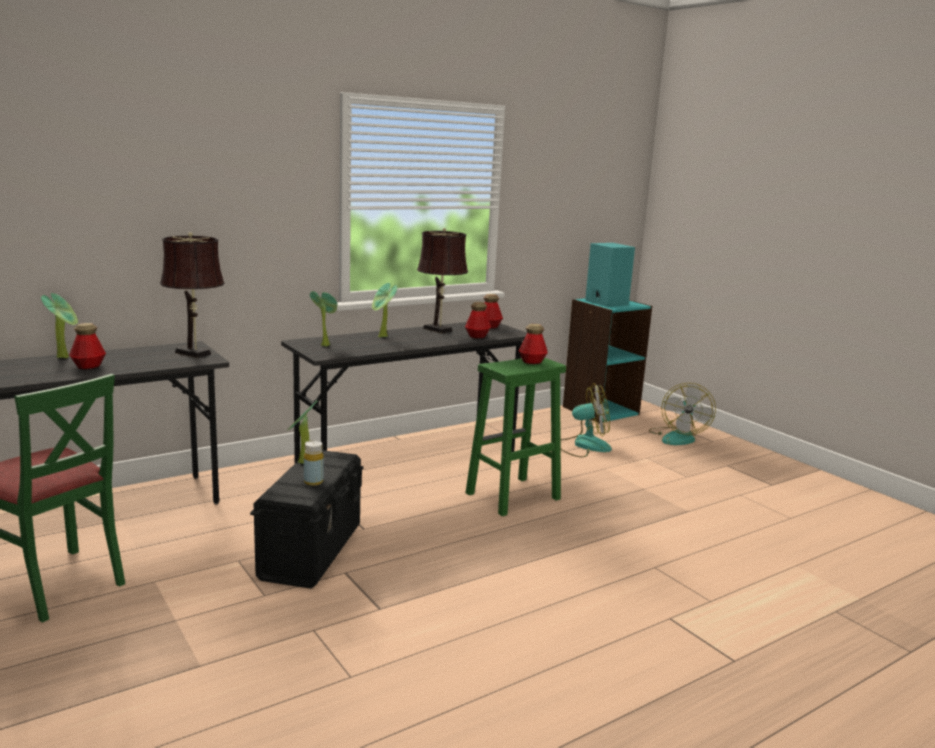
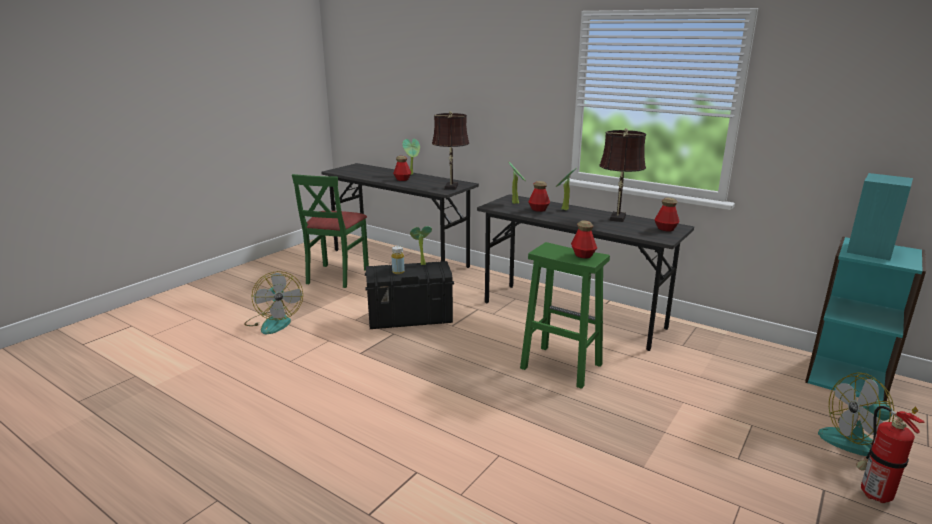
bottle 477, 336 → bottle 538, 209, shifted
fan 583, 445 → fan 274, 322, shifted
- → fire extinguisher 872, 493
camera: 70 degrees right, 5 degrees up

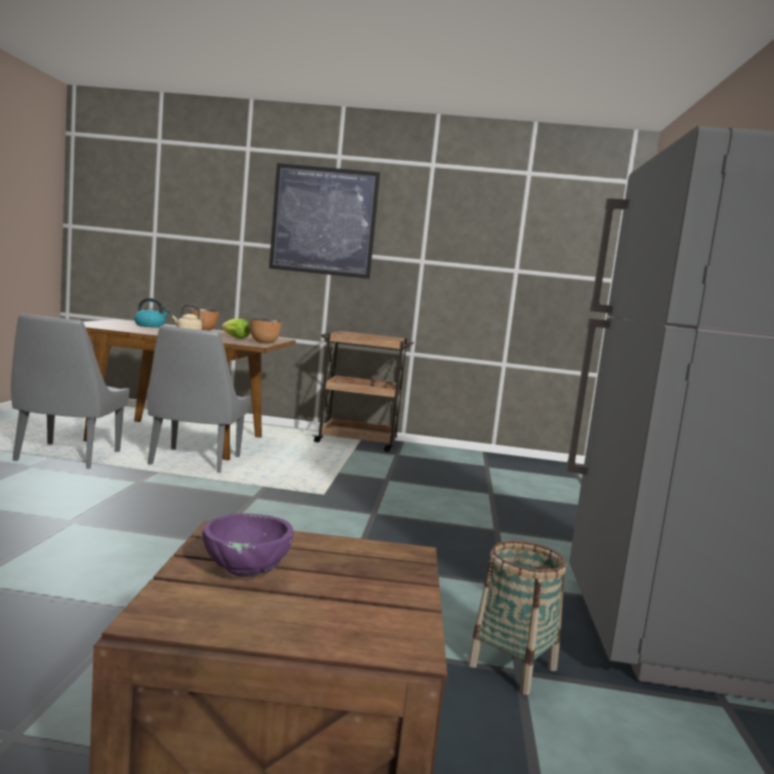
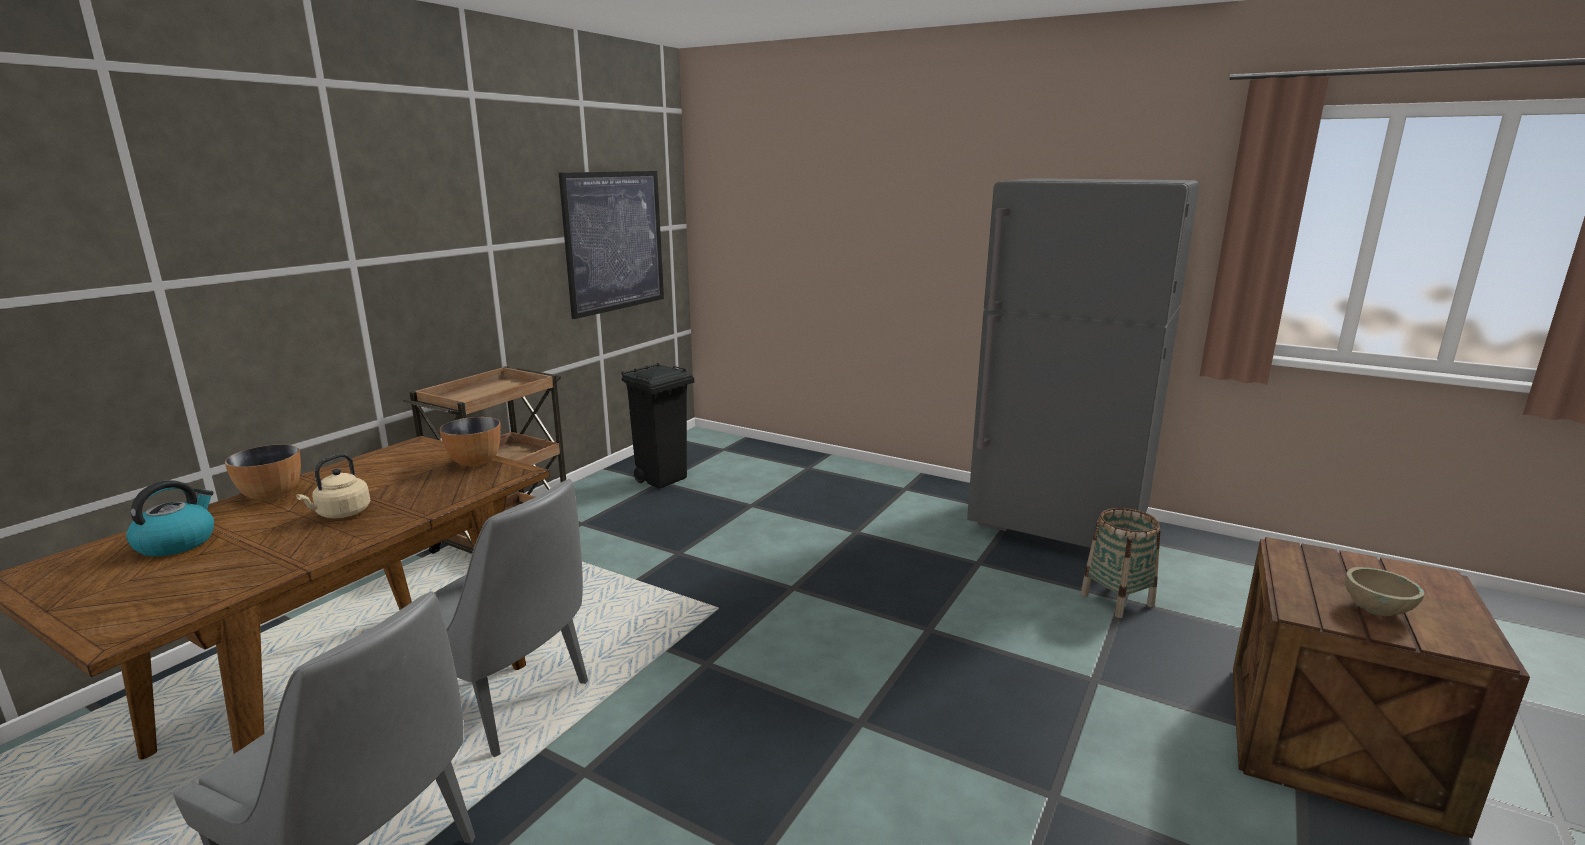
purple bowl 244, 572 → beige bowl 1376, 611
lettuce 234, 338 → -
picture 323, 221 → picture 614, 241, shifted
- → black trash can 663, 479
camera: 65 degrees left, 10 degrees up

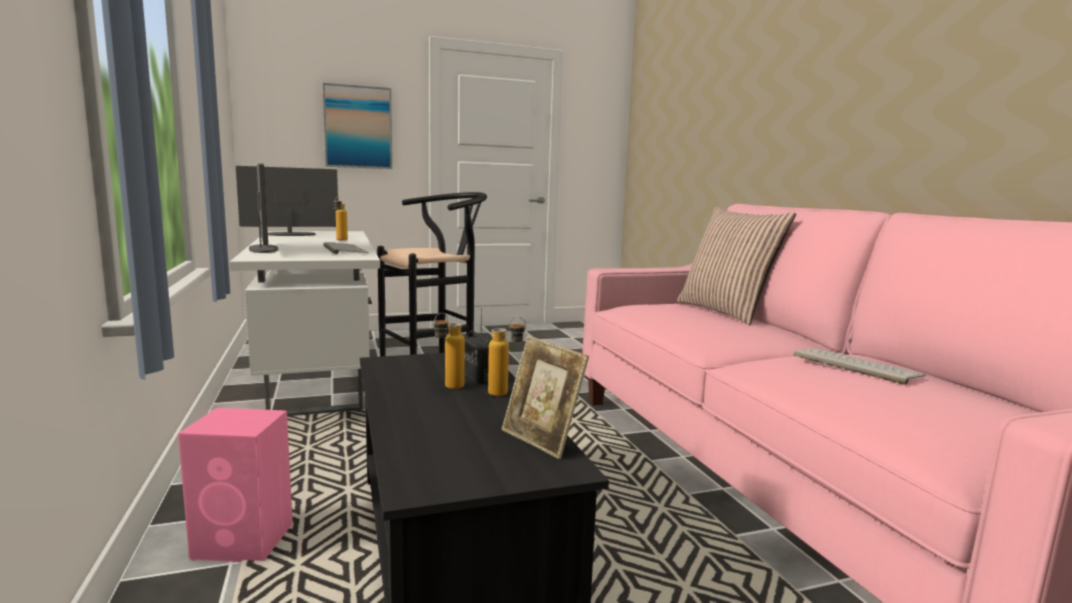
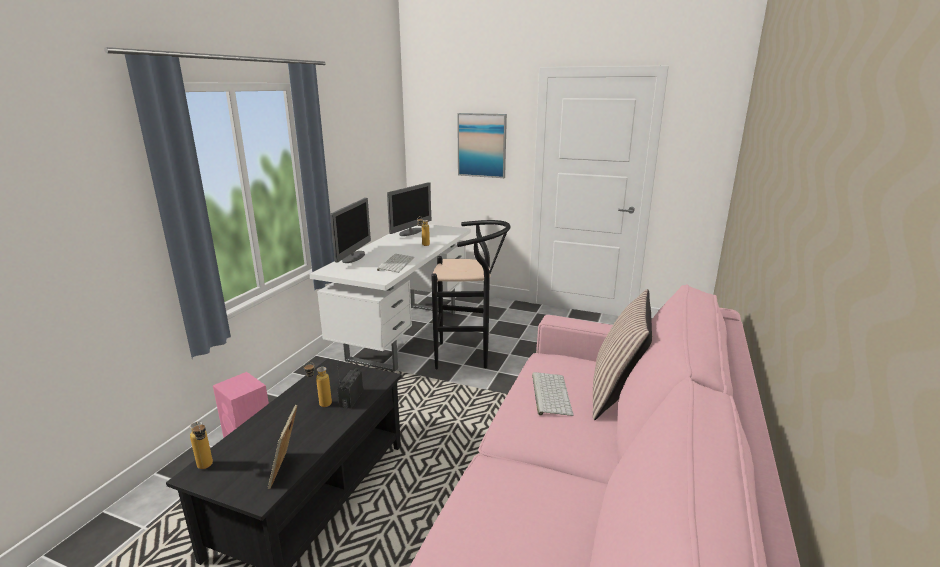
monitor 290, 235 → monitor 411, 232, 105 degrees clockwise
bottle 506, 394 → bottle 206, 468, shifted
keyboard 854, 366 → keyboard 549, 393, shifted
camera: 40 degrees right, 10 degrees up

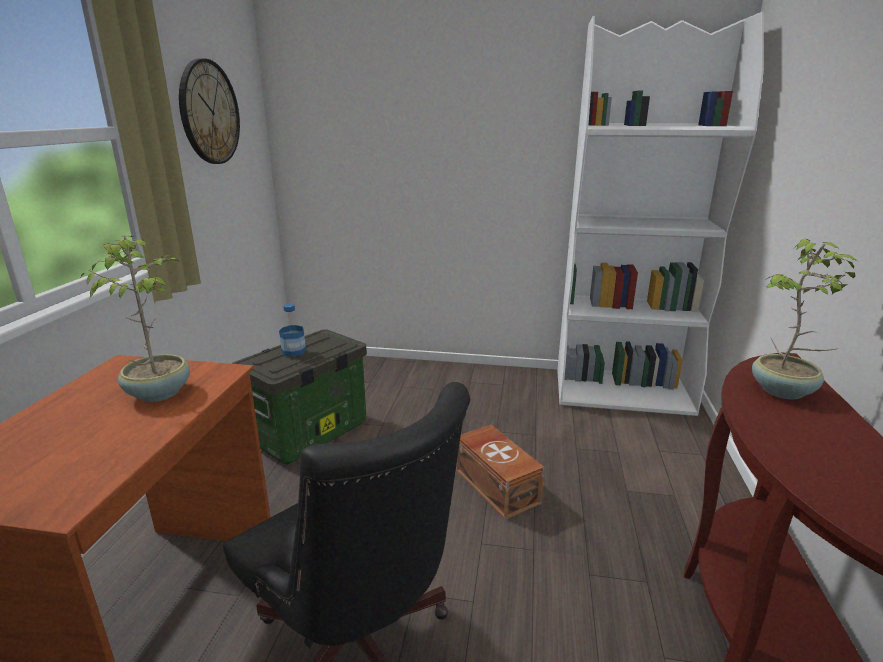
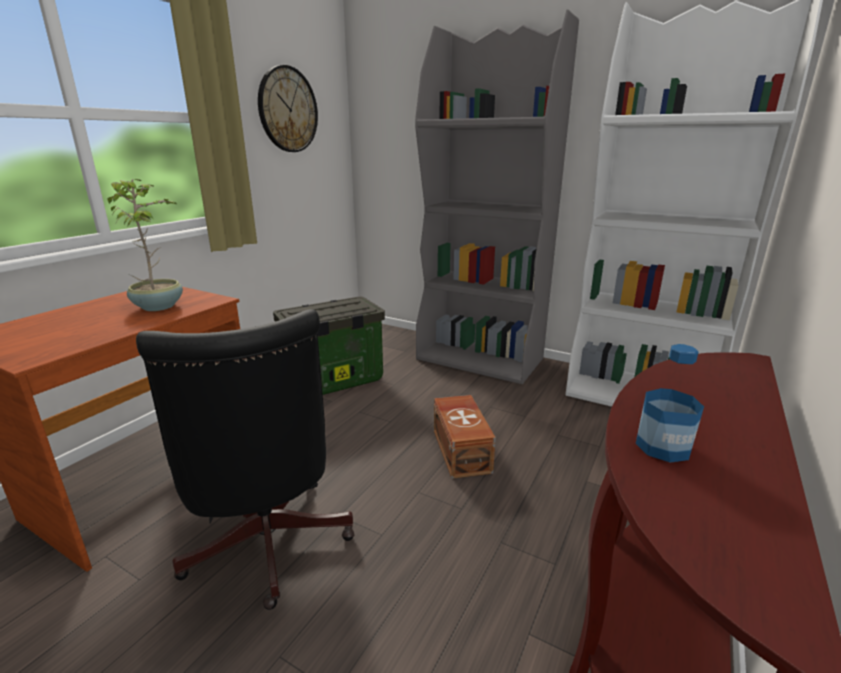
bottle 294, 351 → bottle 663, 446, shifted
potted plant 784, 391 → -
- → grey bookcase 481, 359
camera: 20 degrees right, 0 degrees up

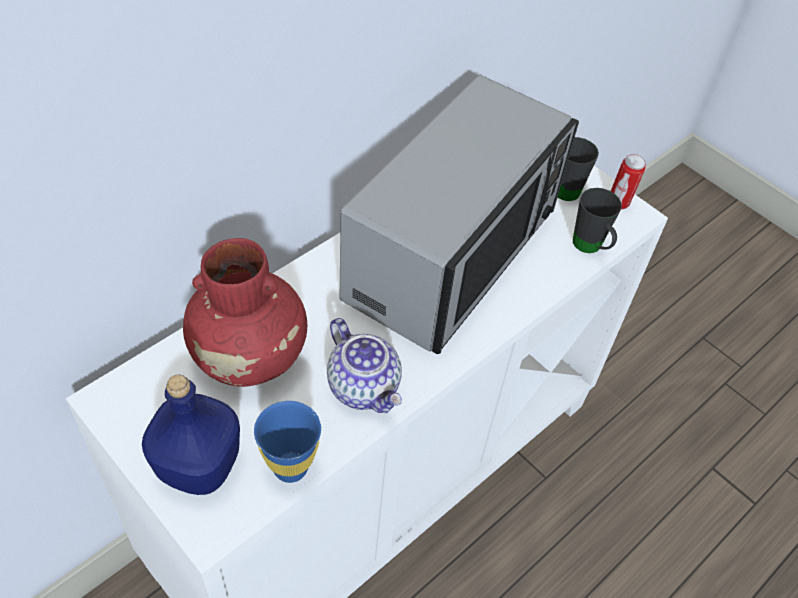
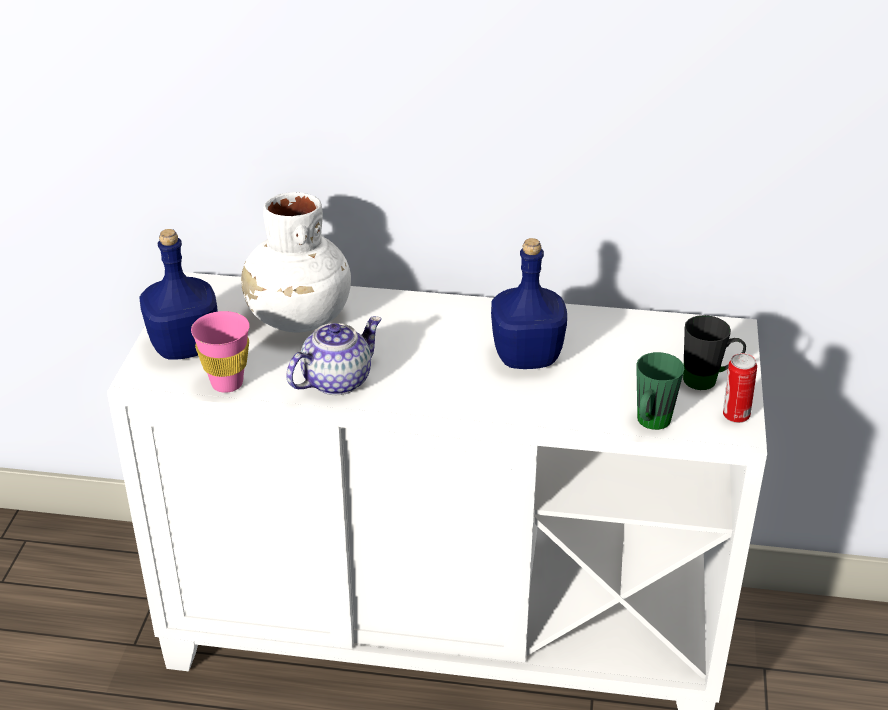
red vase 250, 356 → white vase 299, 318
blue cup 290, 467 → pink cup 227, 383
teapot 365, 387 → teapot 337, 380, 150 degrees counterclockwise
microwave 453, 254 → blue bottle 528, 356
black mug 590, 248 → green mug 650, 424
camera: 55 degrees right, 15 degrees down

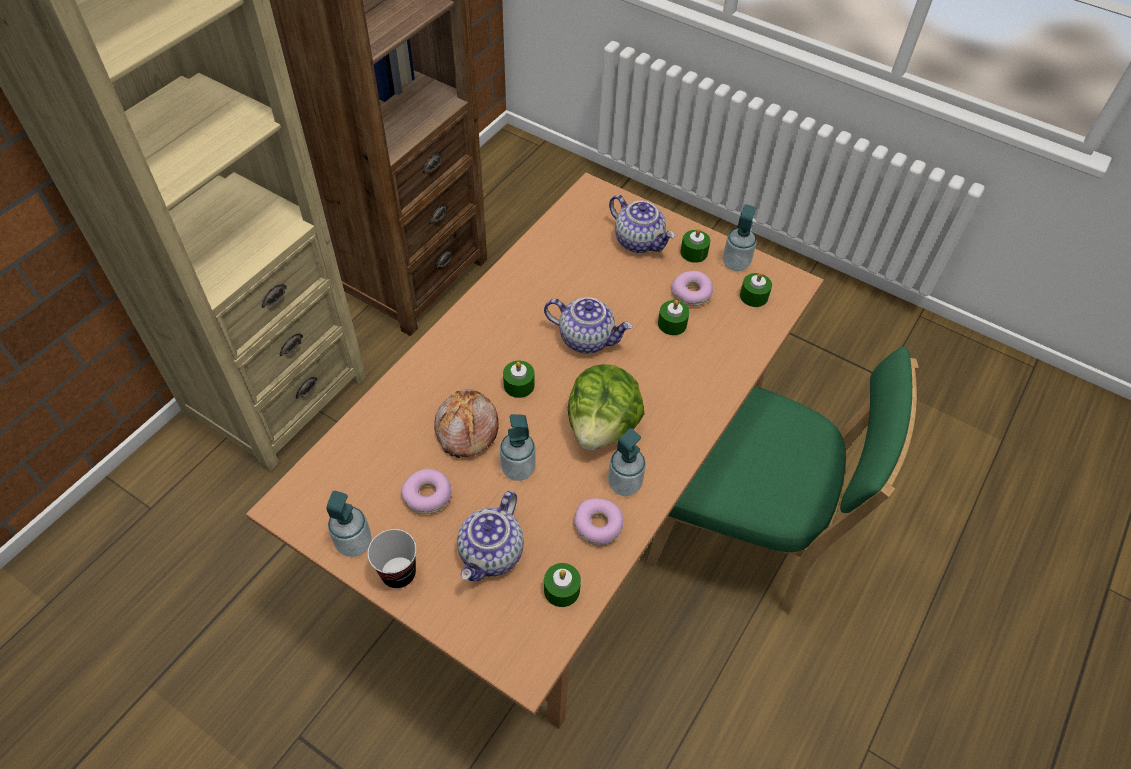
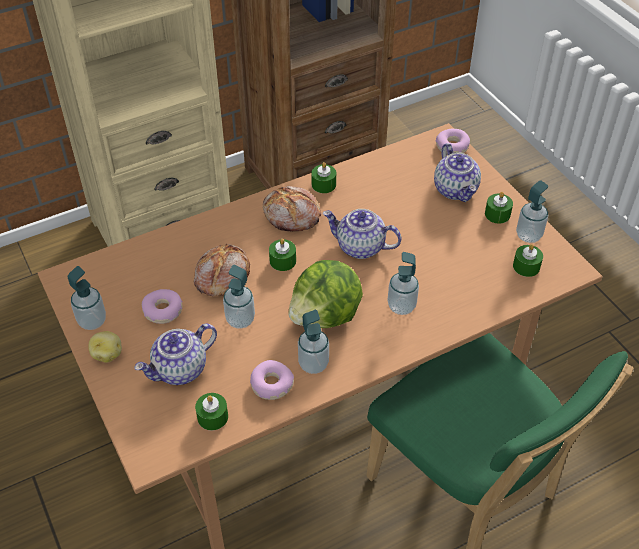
cup 398, 573 → potato 107, 354
teapot 587, 338 → teapot 360, 247, 150 degrees clockwise
green candle 672, 324 → green candle 323, 184, shifted
donut 691, 293 → donut 452, 147, shifted
- → bread 292, 216
- → soap dispenser 401, 306
camera: 30 degrees right, 5 degrees down

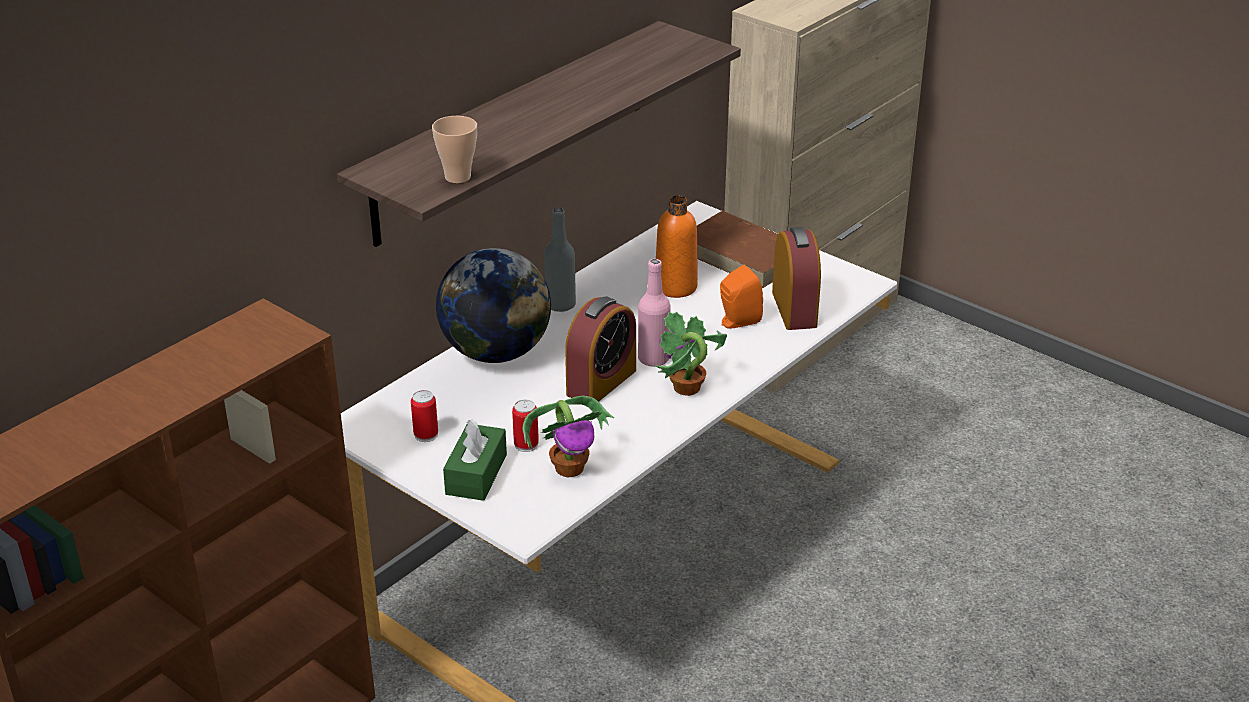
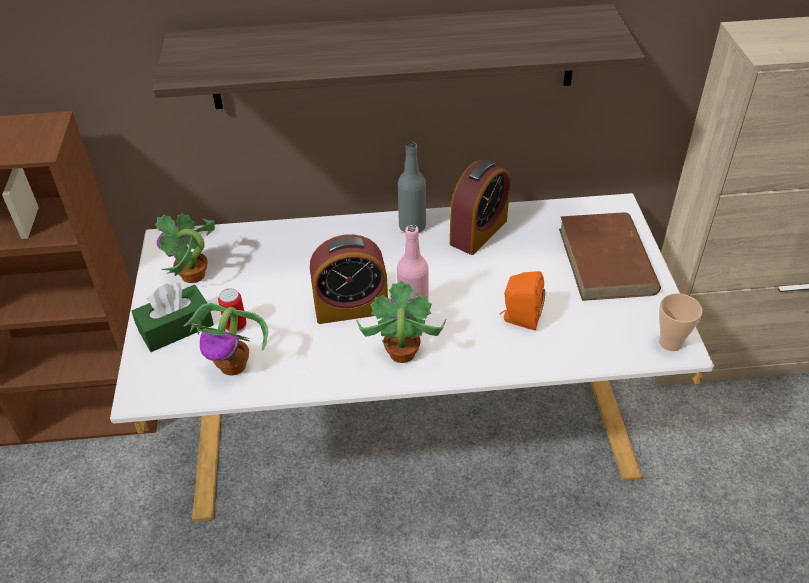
can 426, 435 → potted plant 193, 276
cup 458, 177 → cup 670, 343, shifted
globe 496, 352 → -
orange bottle 675, 287 → -
alarm clock 794, 309 → alarm clock 478, 232, shifted
camera: 45 degrees right, 10 degrees up

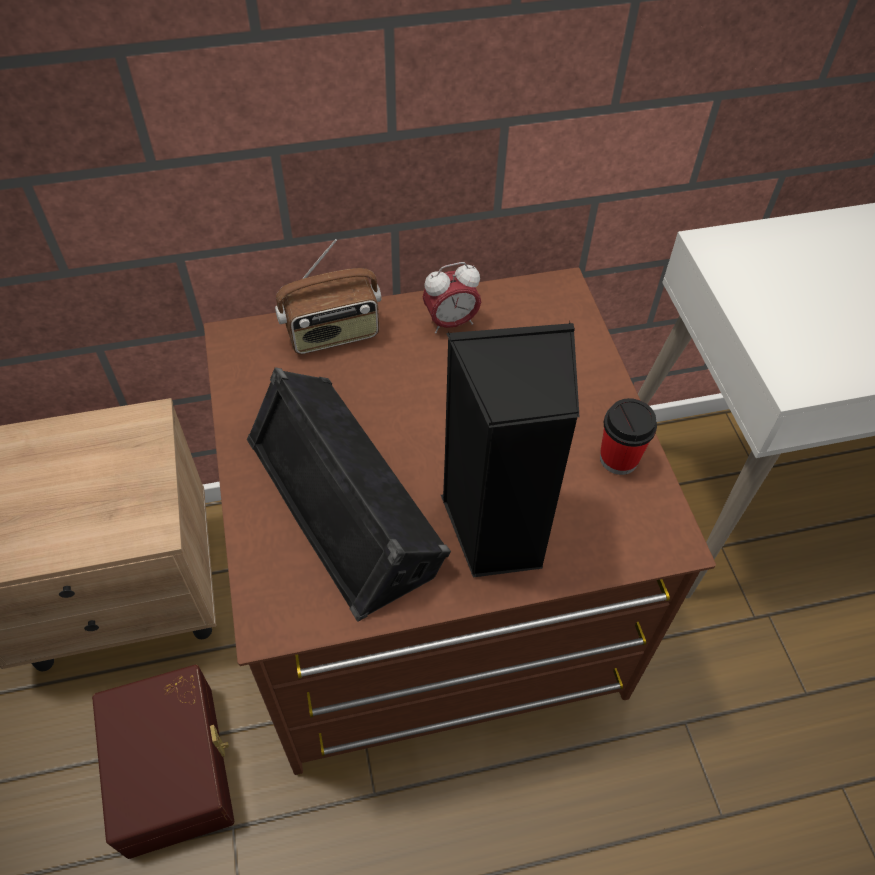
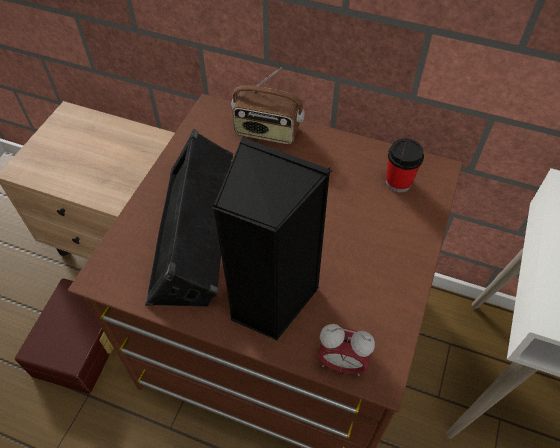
alarm clock 451, 323 → alarm clock 341, 363, shifted
cup 618, 459 → cup 398, 182, shifted
camera: 35 degrees right, 0 degrees up

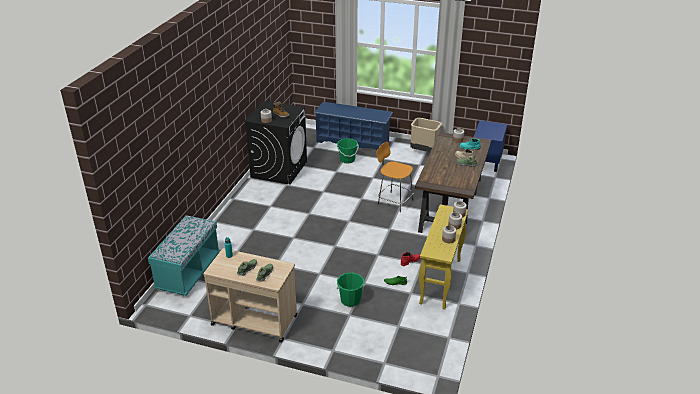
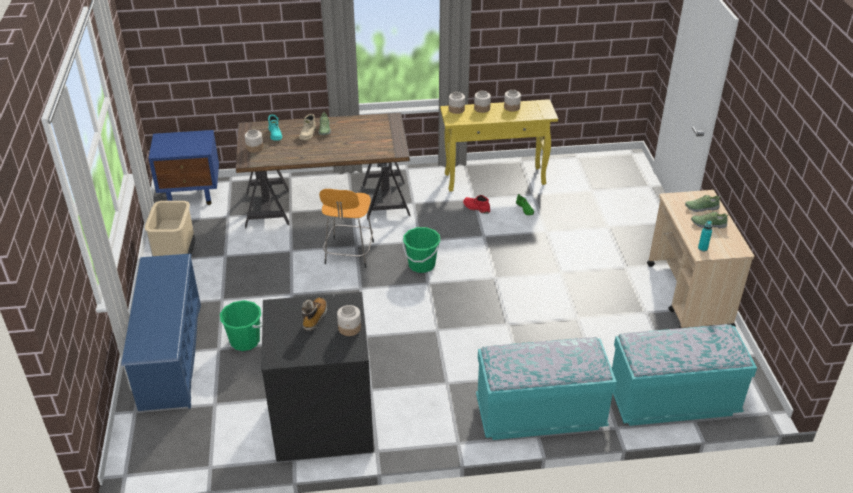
green bucket 350, 300 → green bucket 421, 265, shifted
- → turquoise bench 540, 415
camera: 115 degrees left, 5 degrees up

